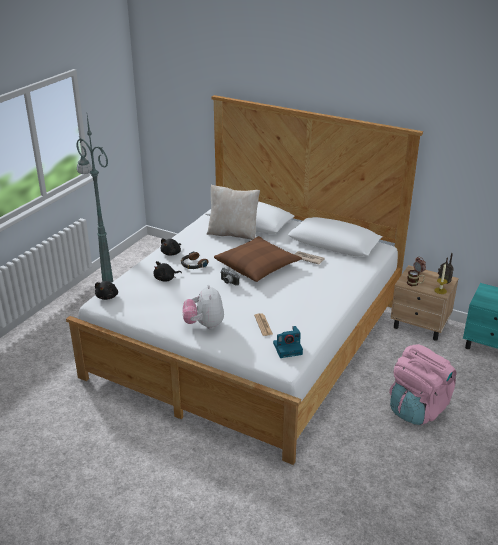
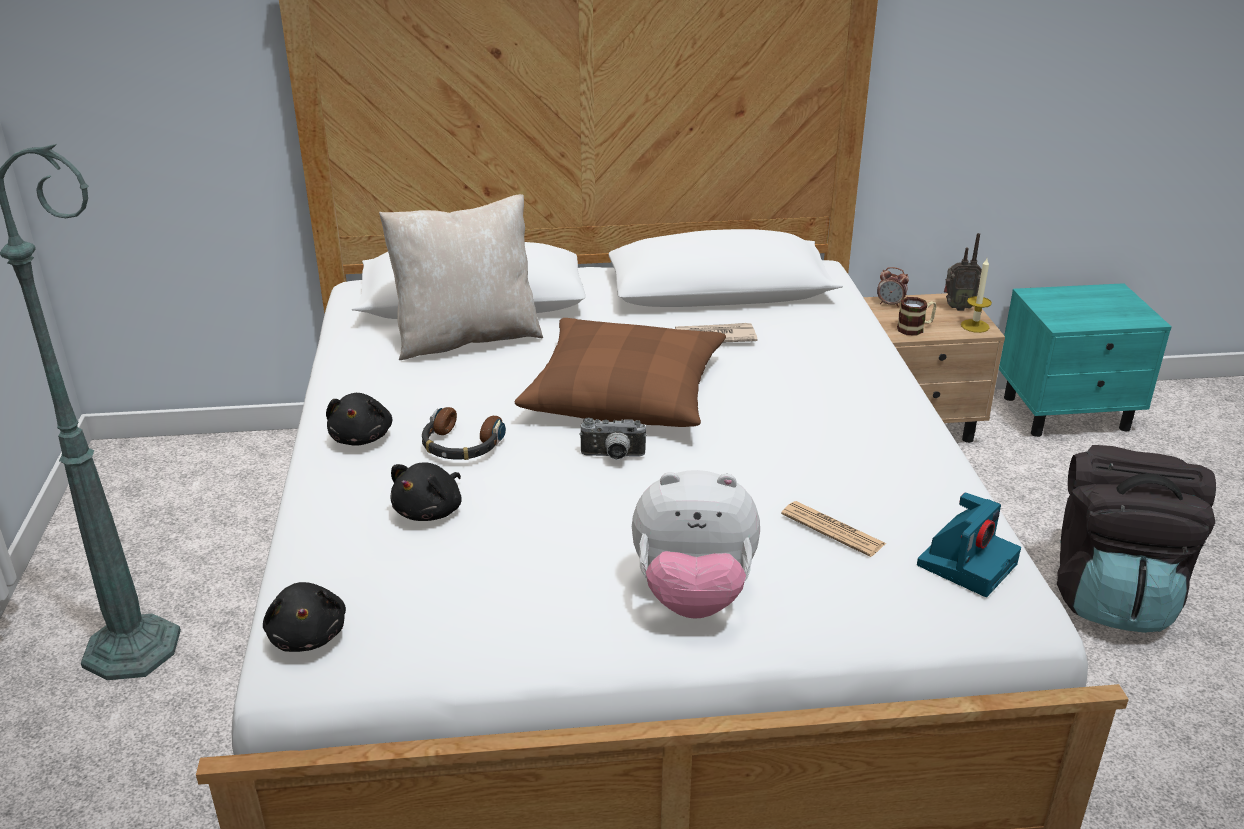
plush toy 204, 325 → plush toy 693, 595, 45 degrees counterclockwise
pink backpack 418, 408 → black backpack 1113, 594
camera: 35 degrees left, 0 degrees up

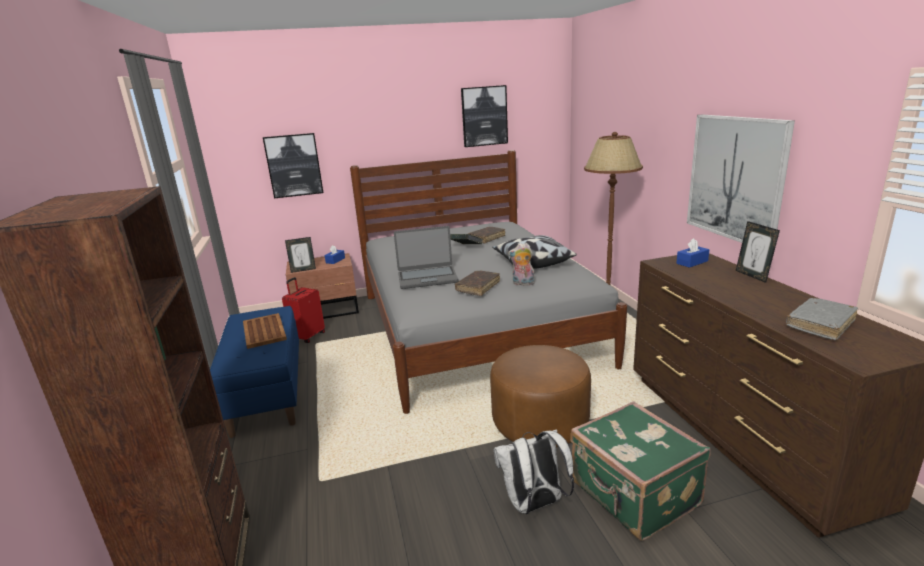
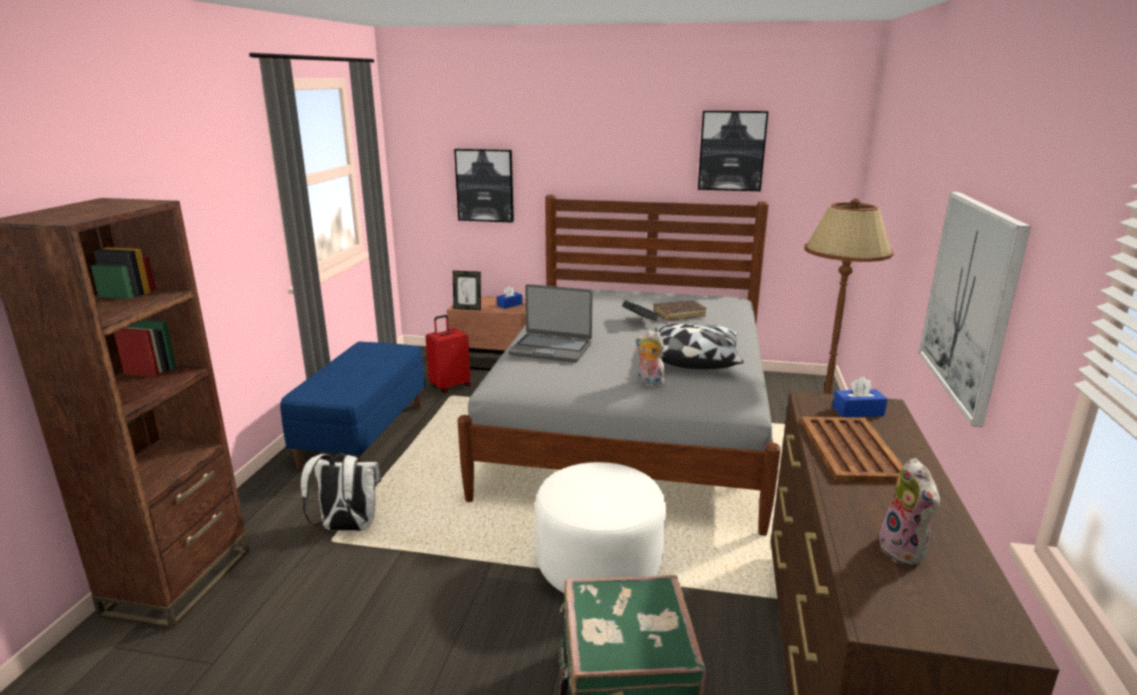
brown tray 264, 331 → brown tray 851, 449, shifted
brown book 478, 287 → -
brown ottoman 540, 423 → white ottoman 599, 565
white backpack 534, 504 → white backpack 347, 528, shifted
picture frame 752, 276 → -
grey book 820, 324 → plush toy 905, 551
camera: 25 degrees right, 0 degrees up

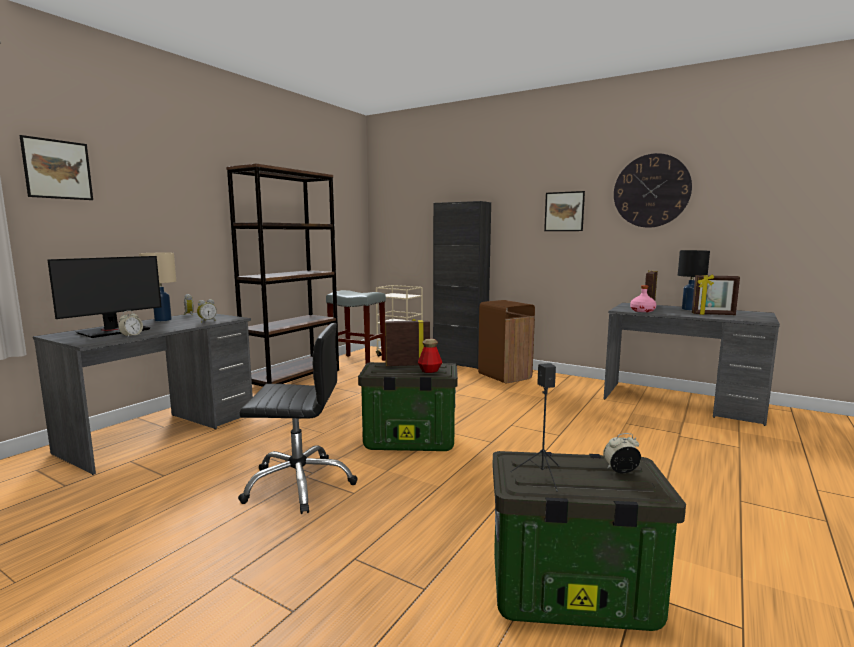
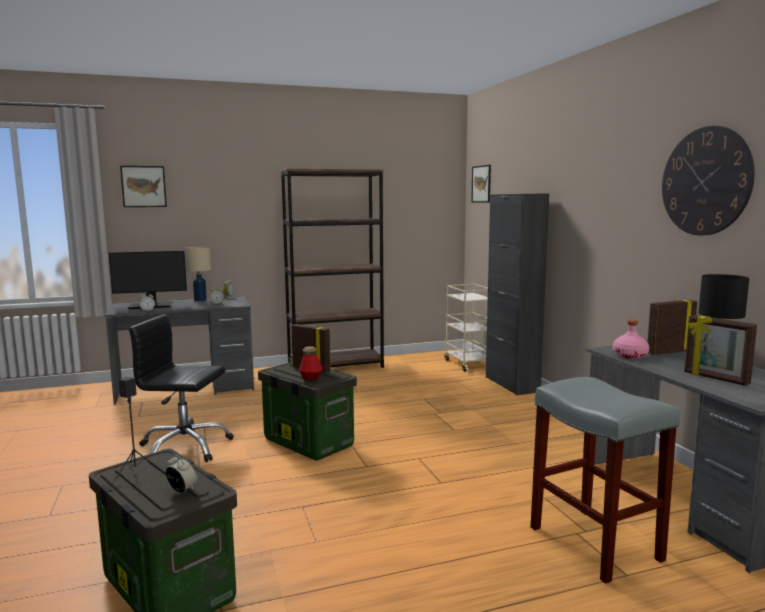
black office chair 299, 484 → black office chair 184, 447, 150 degrees clockwise
grey stool 356, 361 → grey stool 592, 542, shifted
brown trash can 504, 376 → -
picture 564, 211 → picture 481, 184, shifted
camera: 40 degrees right, 0 degrees up

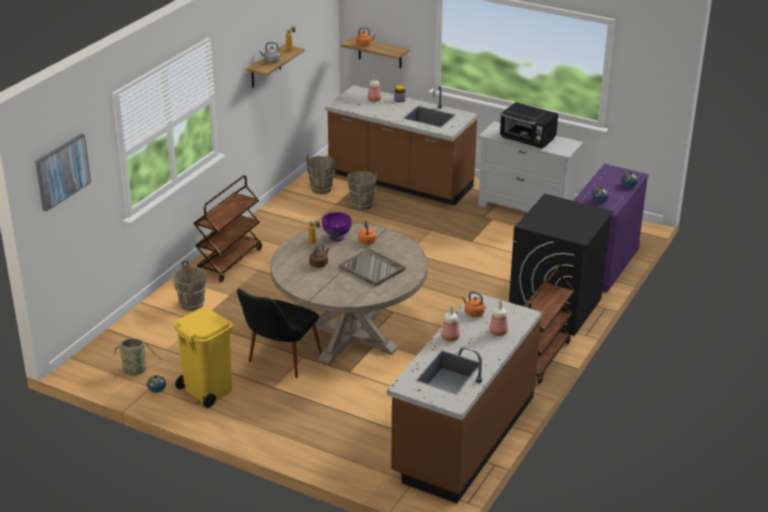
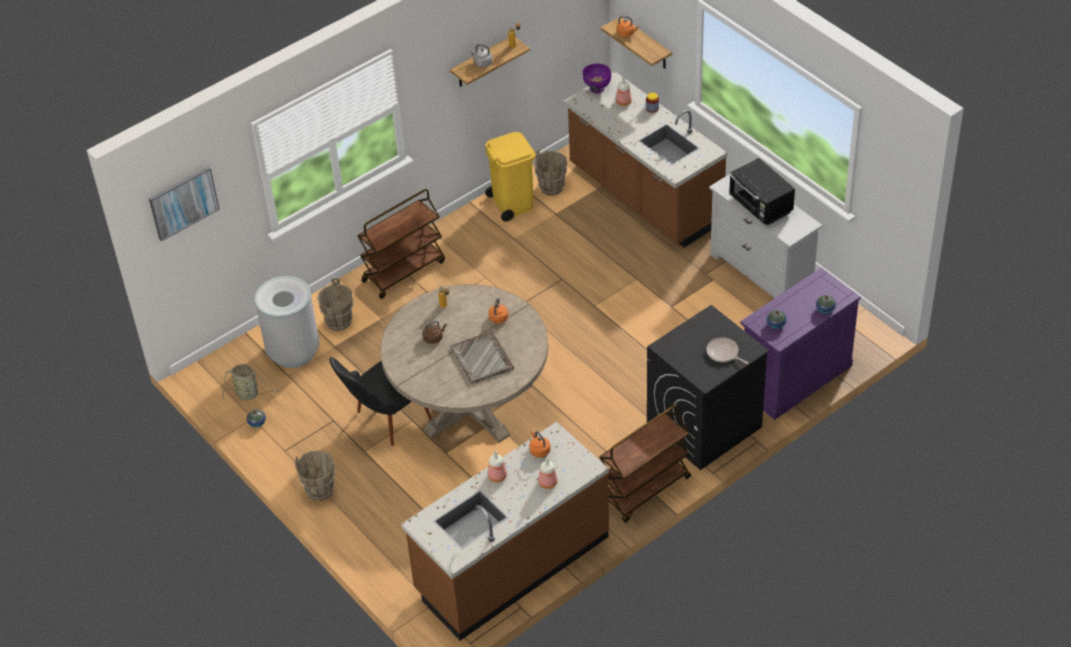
yellow trash can 207, 390 → yellow trash can 512, 203, shifted
purple bowl 336, 238 → purple bowl 597, 89, shifted
brown bucket 362, 205 → brown bucket 320, 490, shifted
- → grey trash can 293, 351
- → frying pan 723, 353
camera: 25 degrees right, 15 degrees up

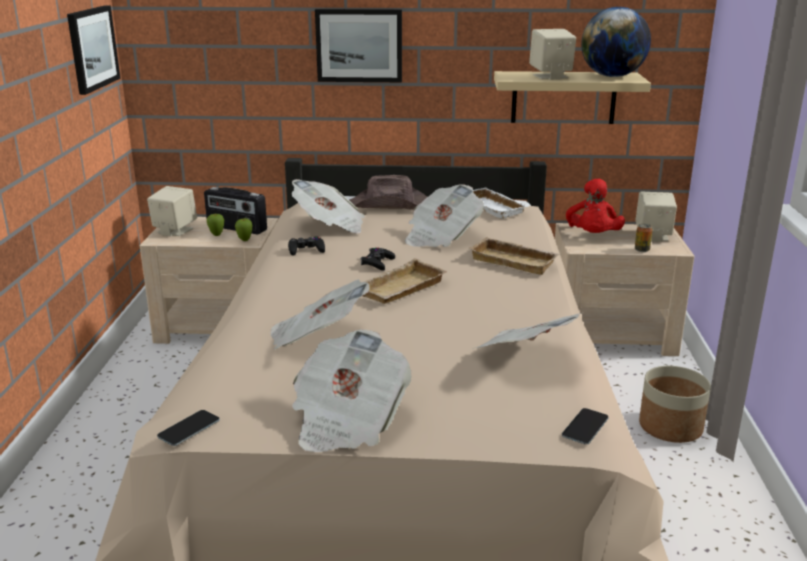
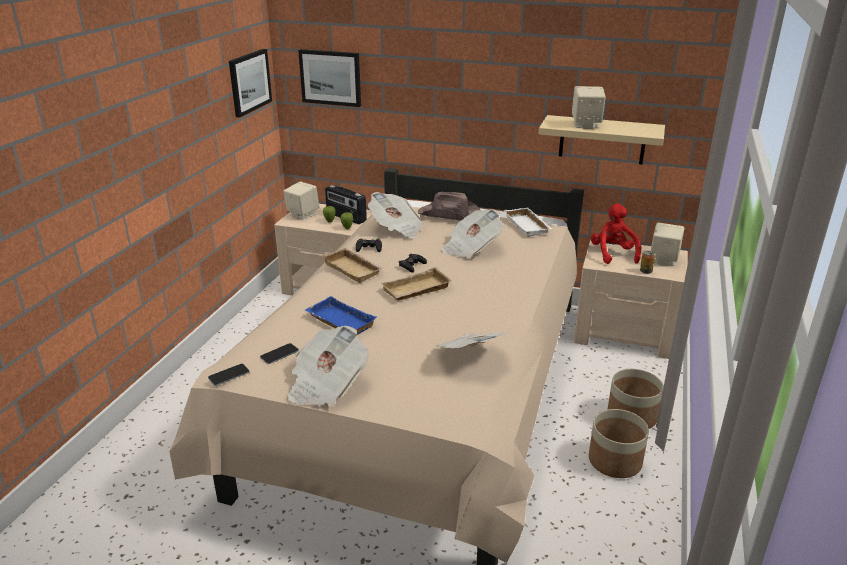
newspaper 317, 339 → blue tray 338, 322
picture 359, 45 → picture 330, 77, shifted
beige tray 515, 261 → beige tray 354, 269, shifted
phone 585, 427 → phone 279, 354, shifted
red plush toy 592, 236 → red plush toy 613, 254, 150 degrees clockwise
globe 612, 76 → -
- → planter 614, 461
camera: 15 degrees right, 5 degrees up

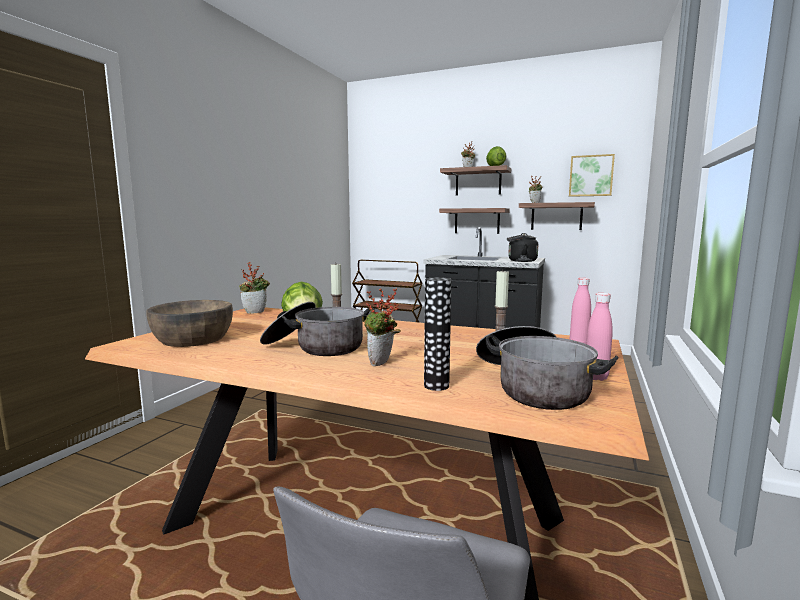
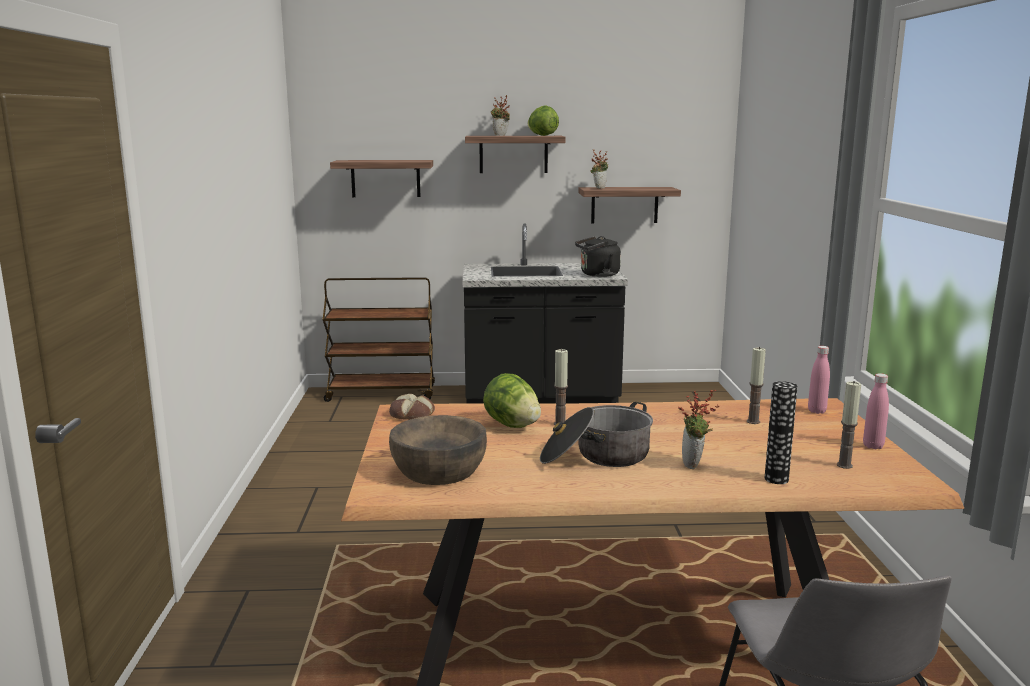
potted plant 255, 312 → bread 411, 415
shelf 477, 221 → shelf 385, 178, shifted
cooking pot 533, 387 → candle 844, 465
picture 591, 176 → -
camera: 25 degrees left, 5 degrees up

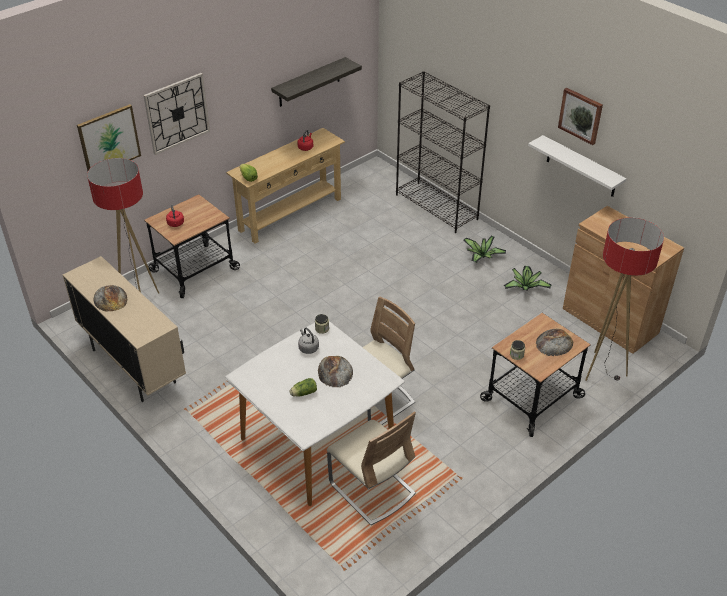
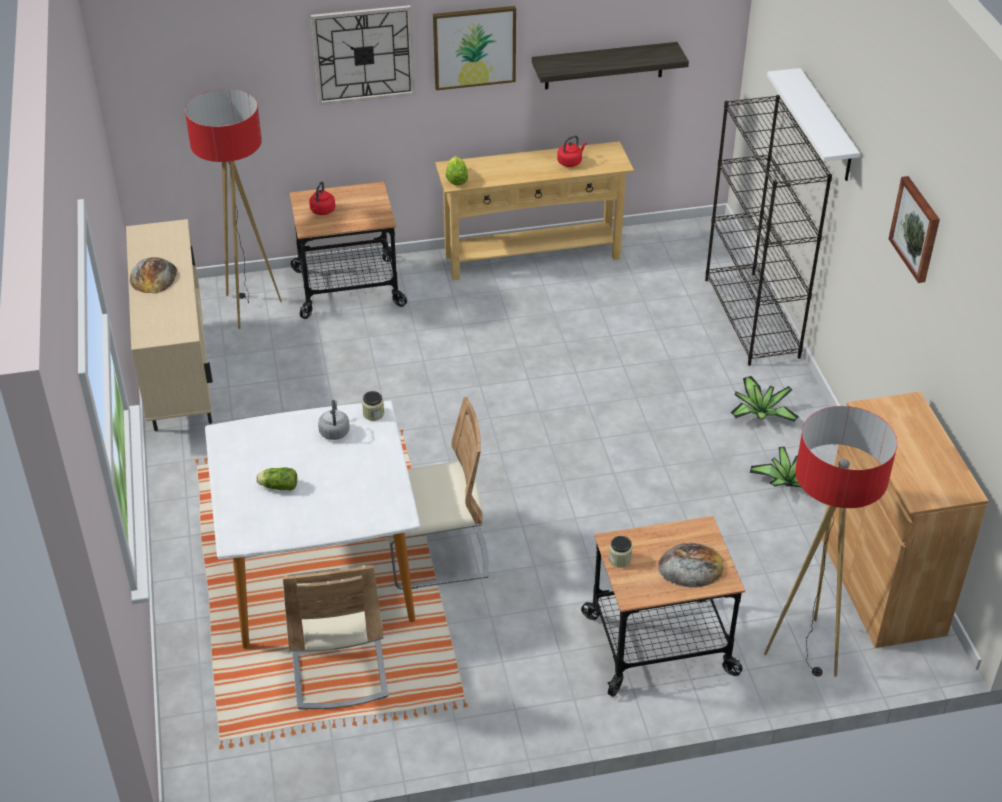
picture 109, 140 → picture 474, 47, shifted
bread 335, 371 → -
white shelf 581, 167 → white shelf 826, 127, shifted
camera: 30 degrees right, 0 degrees up

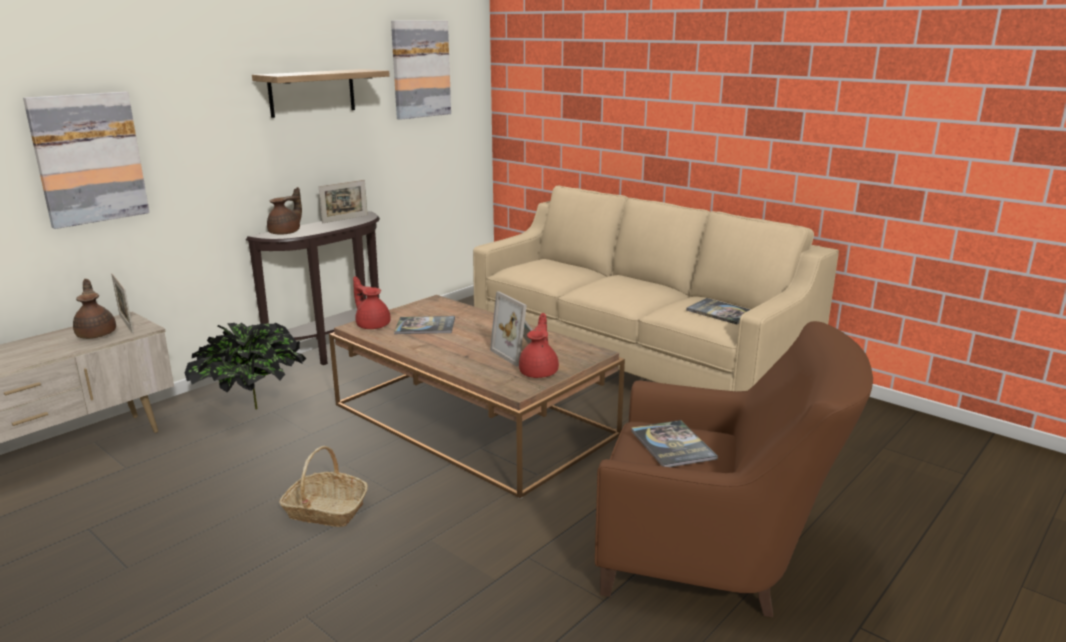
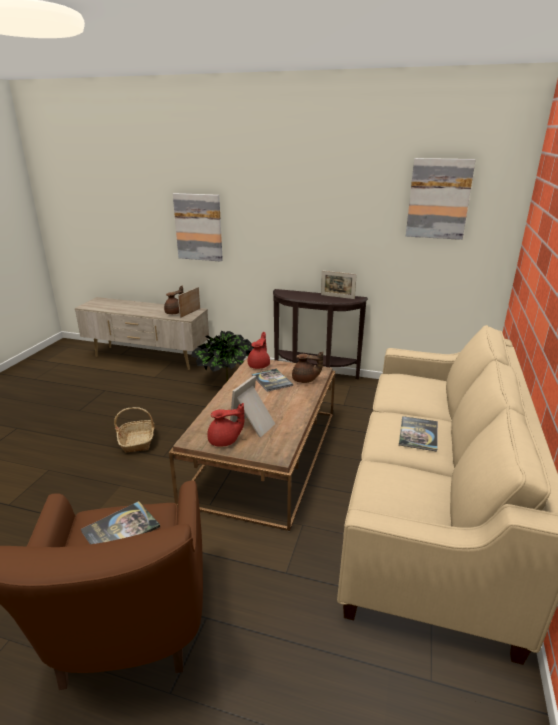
shelf 312, 92 → -
brown teapot 286, 232 → brown teapot 305, 380, shifted
book 721, 312 → book 418, 434, shifted
camera: 65 degrees right, 5 degrees up

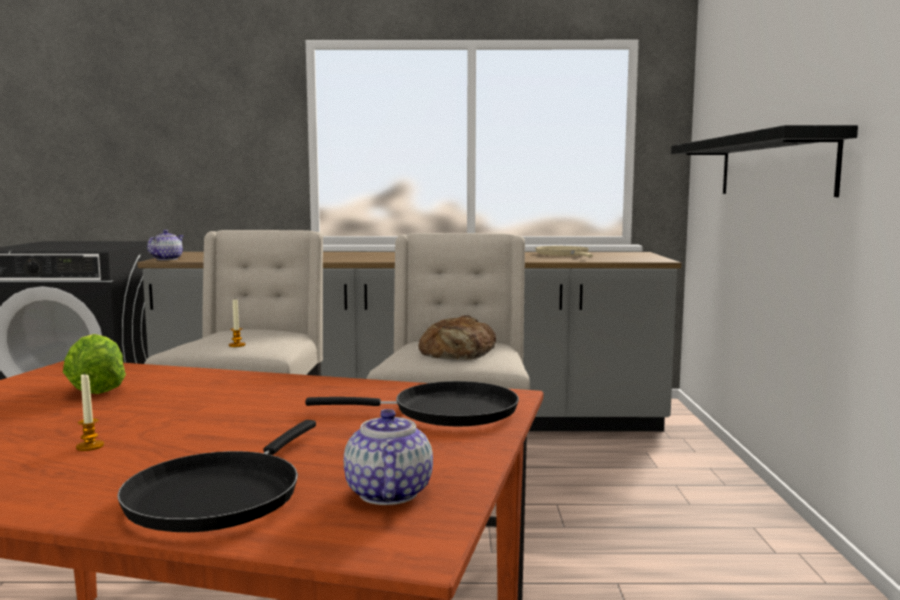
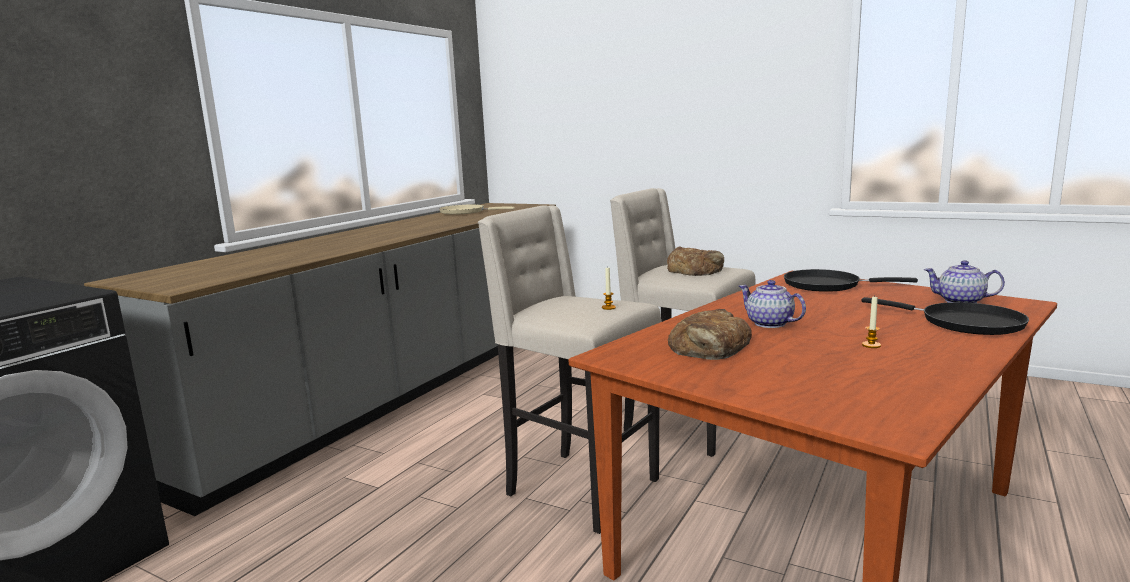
lettuce 96, 389 → bread 710, 347
teapot 166, 259 → teapot 770, 324, shifted
black frying pan 446, 412 → black frying pan 827, 285, 105 degrees counterclockwise
black shelf 773, 166 → -
camera: 60 degrees left, 5 degrees up

